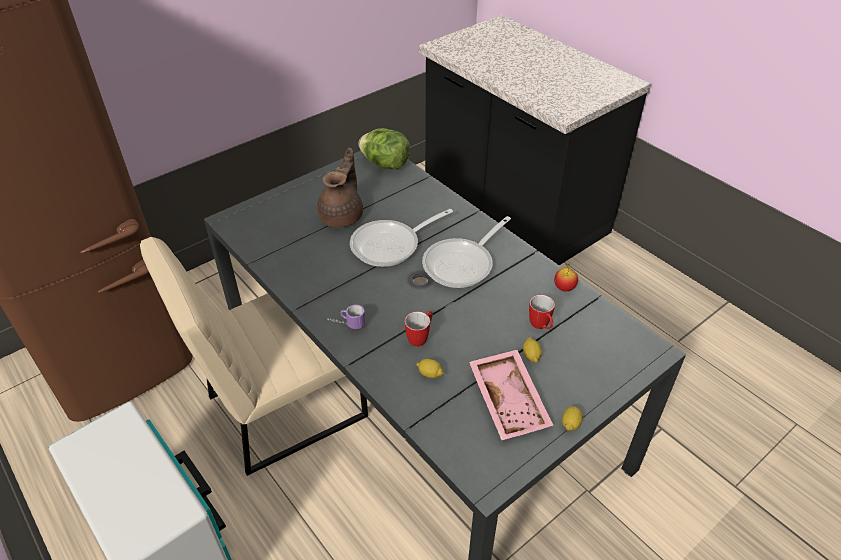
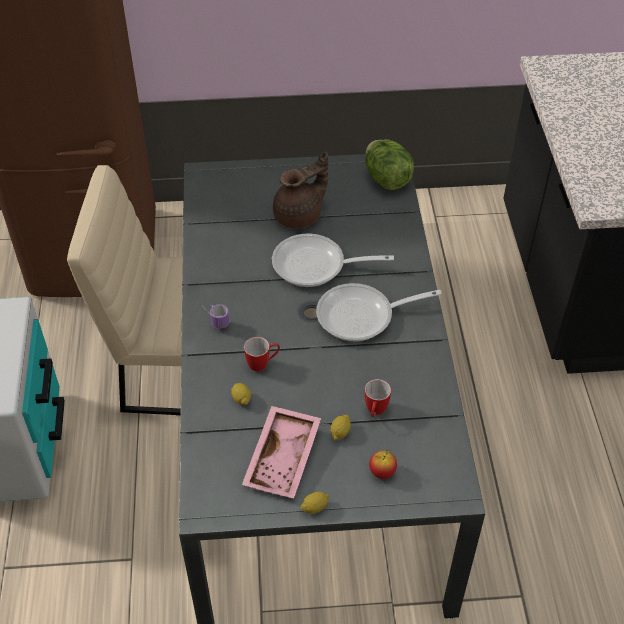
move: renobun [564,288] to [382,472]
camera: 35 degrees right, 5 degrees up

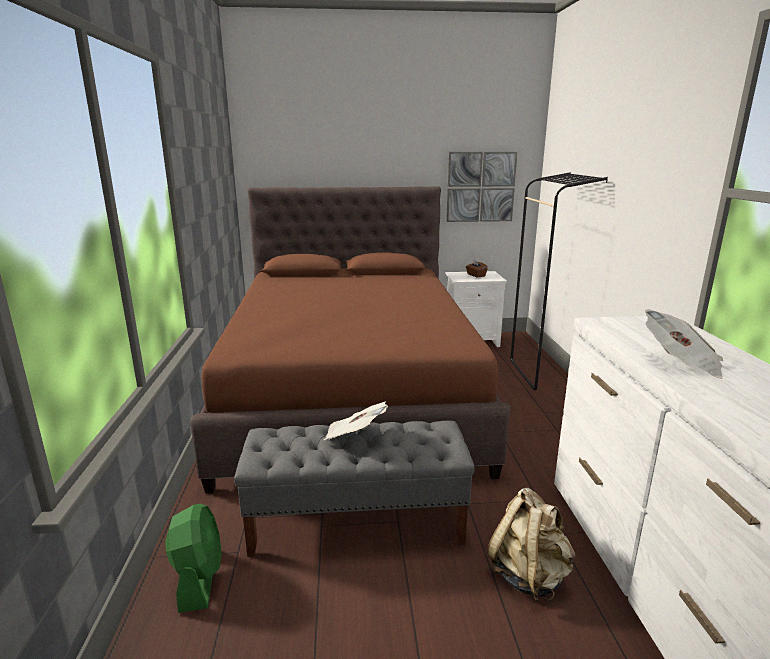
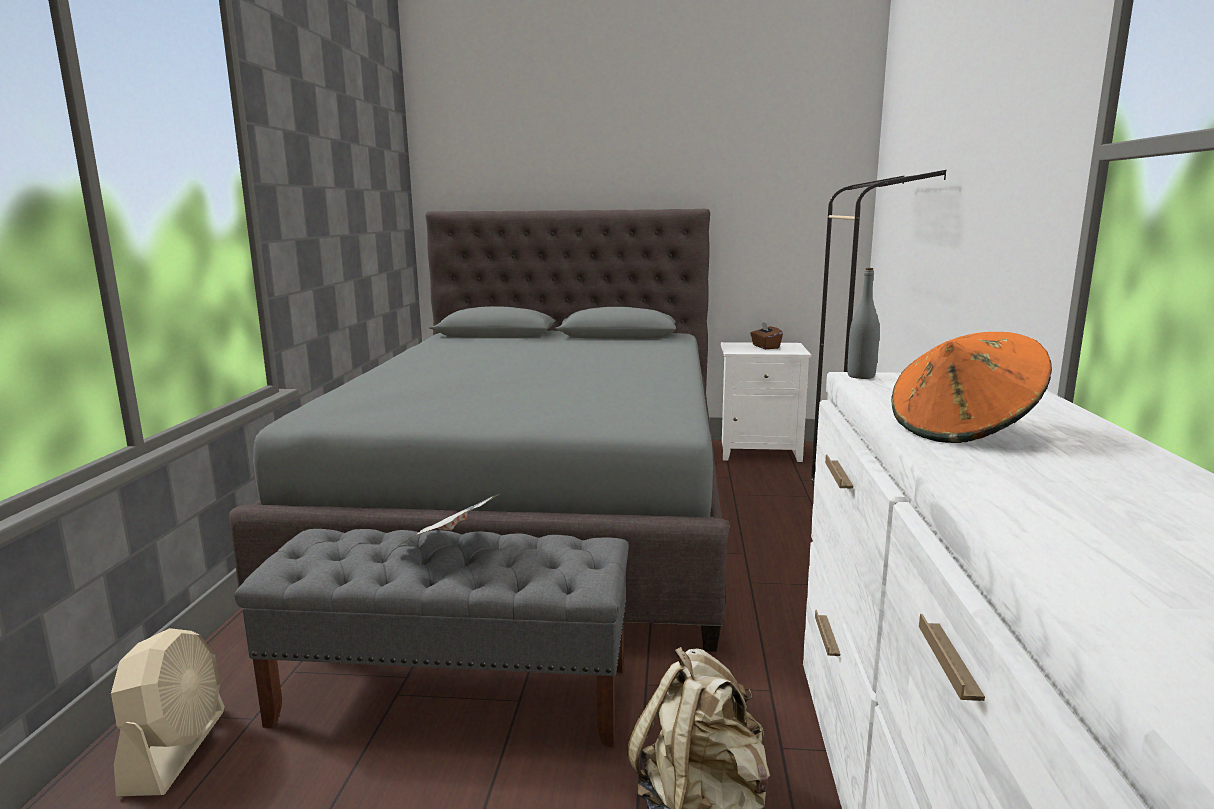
delete: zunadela [480,187]
insert: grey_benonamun [861,376]
replace: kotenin [681,363] to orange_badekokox [963,430]
recolor: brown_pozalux [351,391] to grey_pozalux [540,509]; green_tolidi [199,578] to beige_tolidi [176,750]
camera: 10 degrees right, 5 degrees down

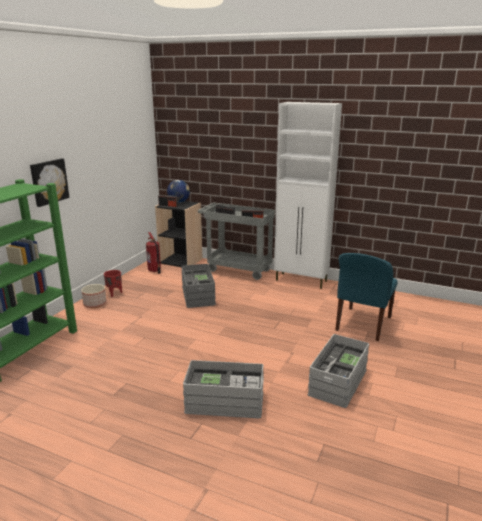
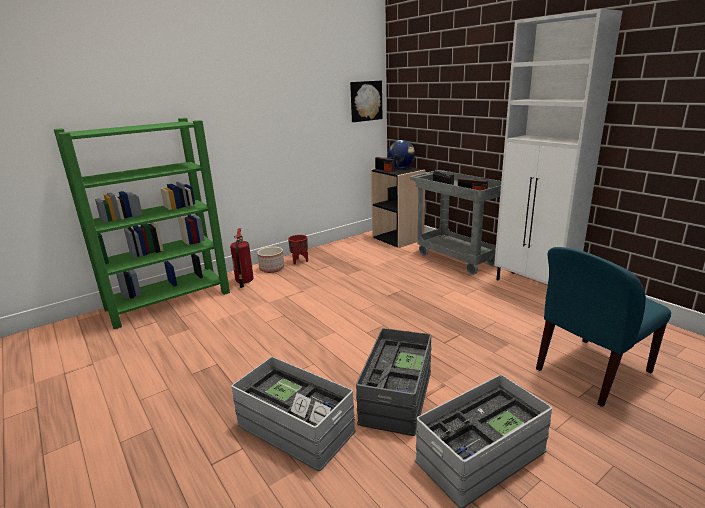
move: zunadela [49,181] to [365,101]; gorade [154,270] to [244,282]; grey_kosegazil [198,295] to [397,395]
camera: 30 degrees right, 0 degrees up

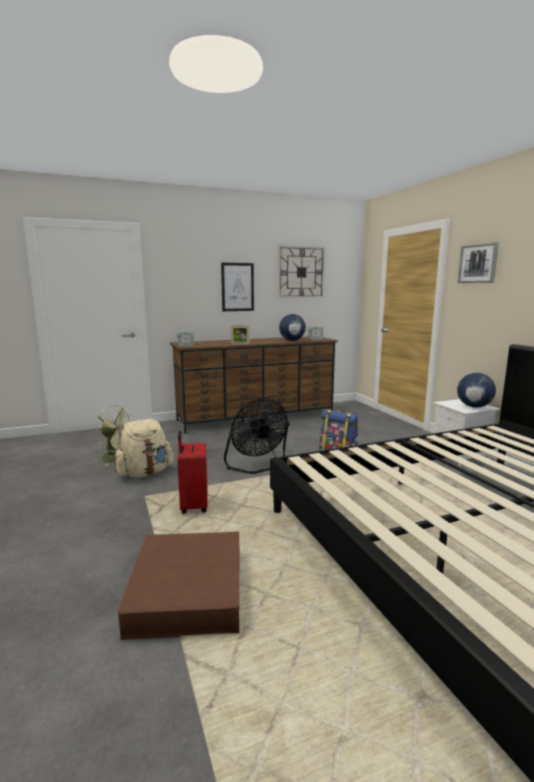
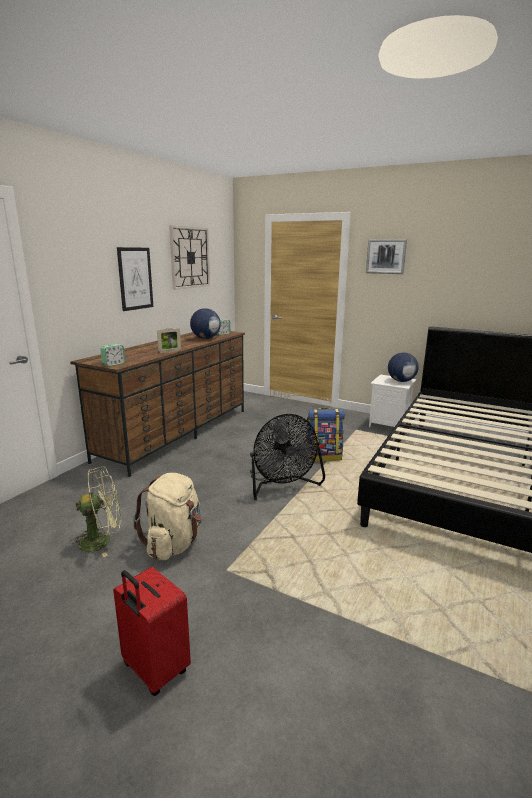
delete: brown_kosegazil [188,591]
move: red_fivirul [193,506] to [154,670]
rotate: black_tolidi [265,467] = [279,486] 135 degrees counterclockwise
camera: 40 degrees left, 5 degrees up

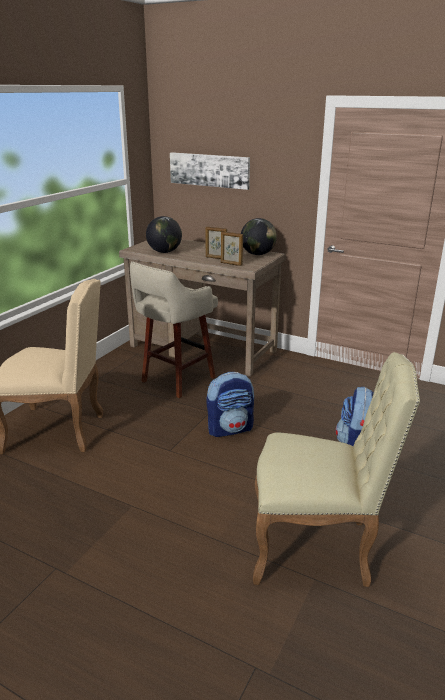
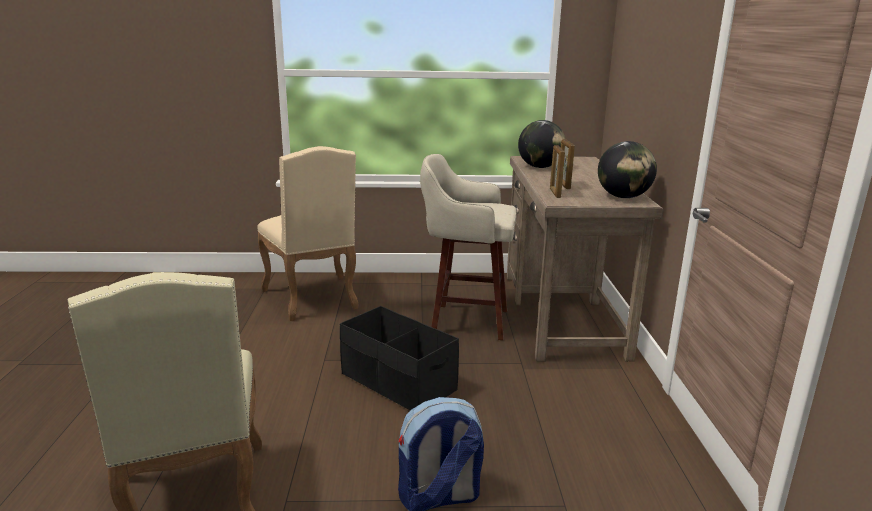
delete: zunadela [209,170]
replace: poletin [230,429] to black_kosegazil [398,382]
camera: 60 degrees right, 5 degrees down

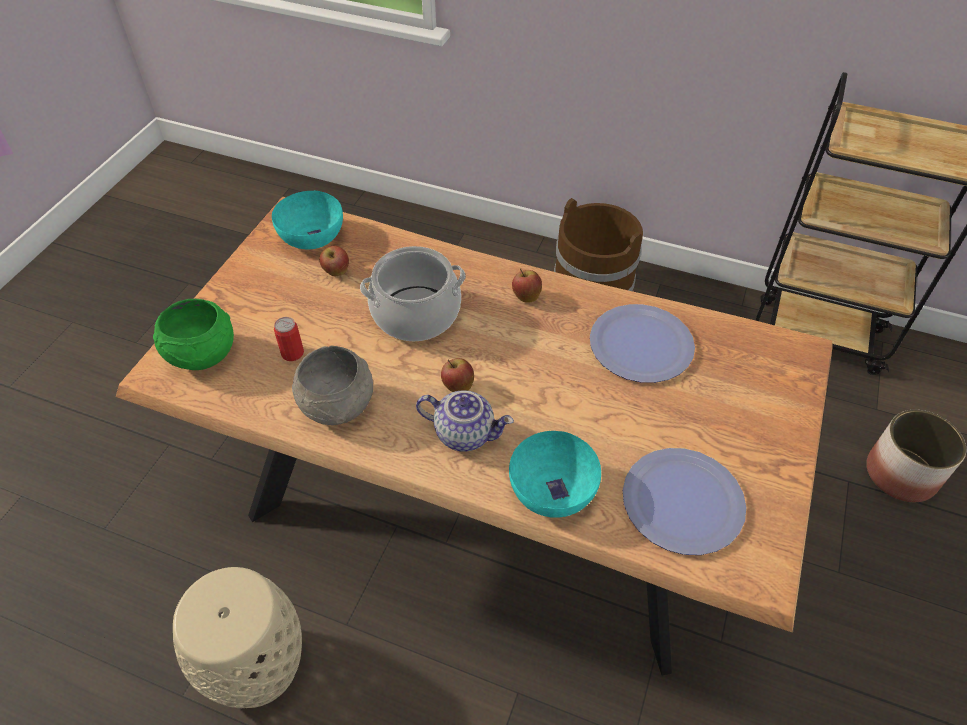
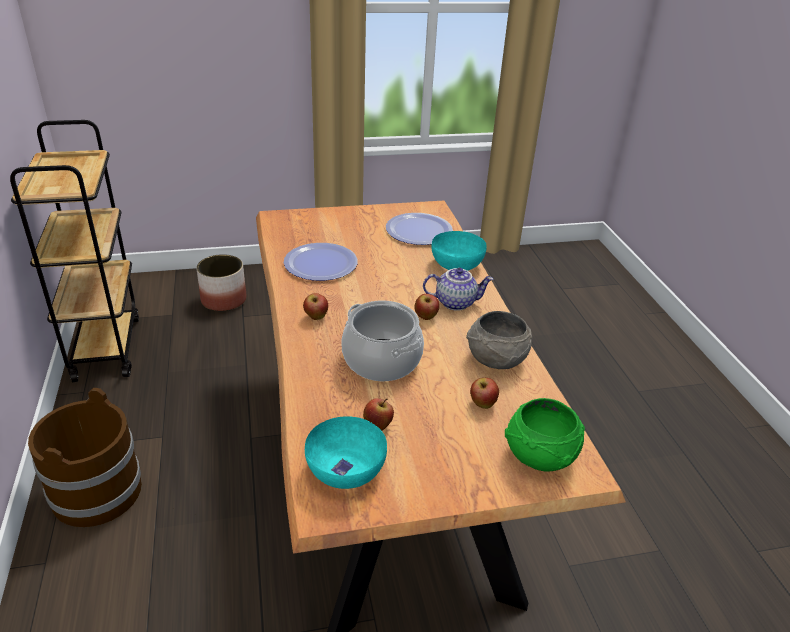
delete: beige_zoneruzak [256,665]
replace: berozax [292,353] to renobun [482,404]
rotate: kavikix [465,433] = [456,302] 105 degrees clockwise
camera: 125 degrees left, 15 degrees down

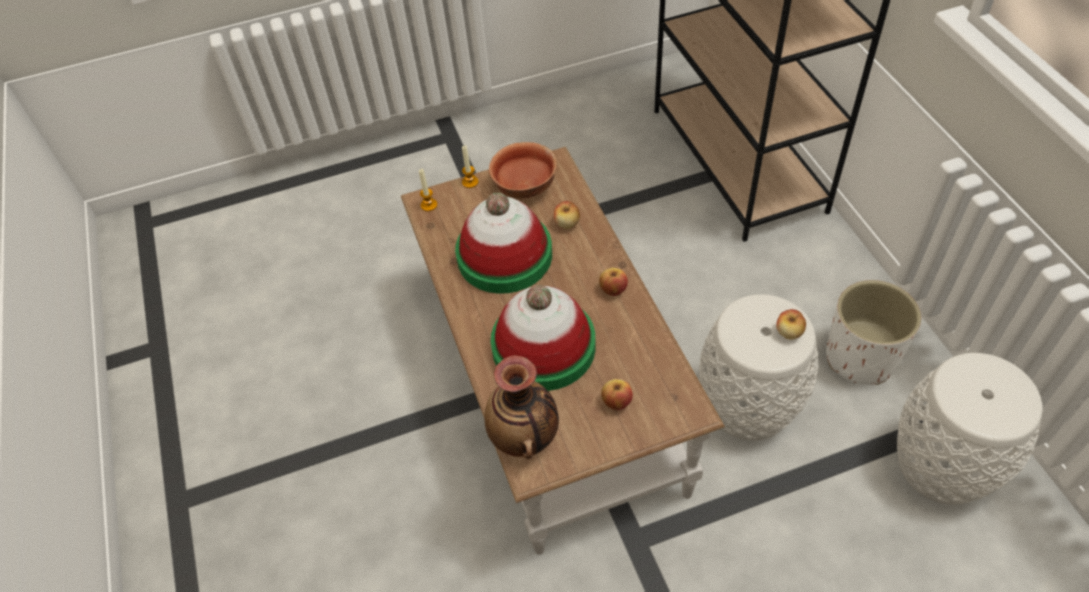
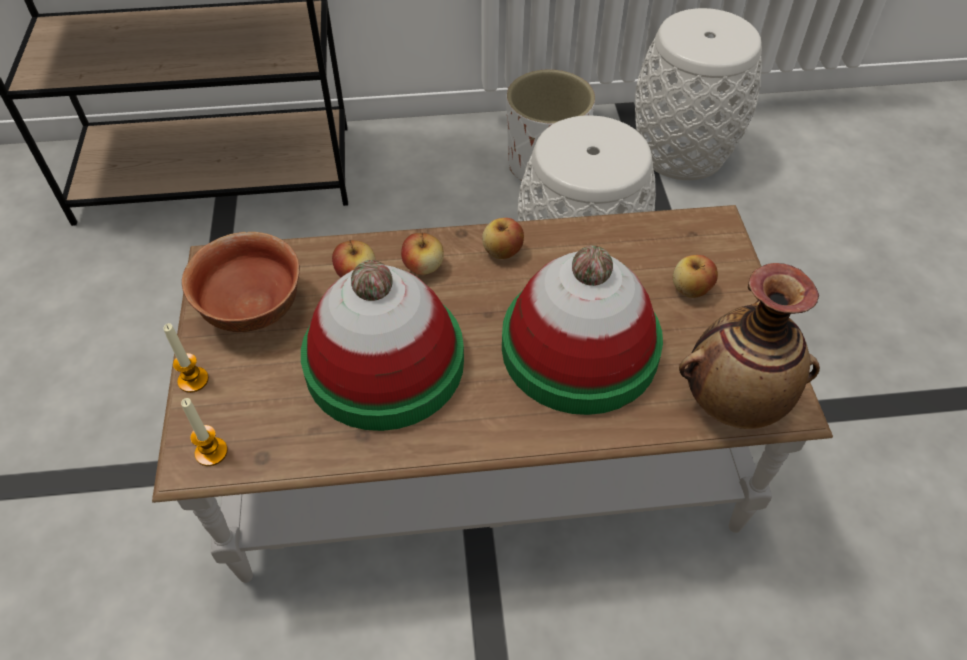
move: renobun [789,332] to [423,267]
camera: 80 degrees left, 0 degrees up

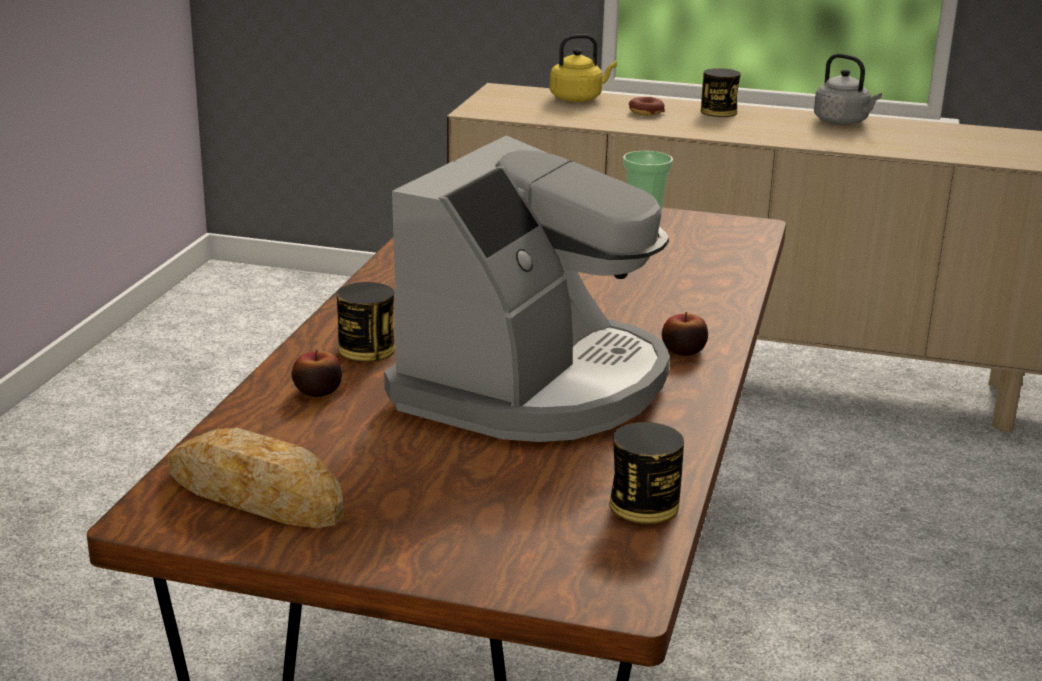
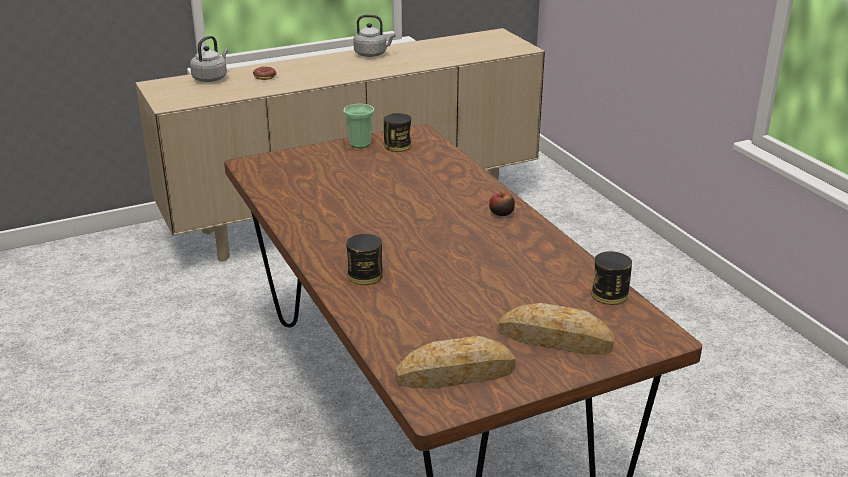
delete: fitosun [534,385]; renobun [317,391]
insert: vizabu [555,338]
move: berozax [718,112] to [397,146]
recolor: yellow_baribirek [578,98] to grey_baribirek [211,78]
camera: 40 degrees left, 5 degrees up

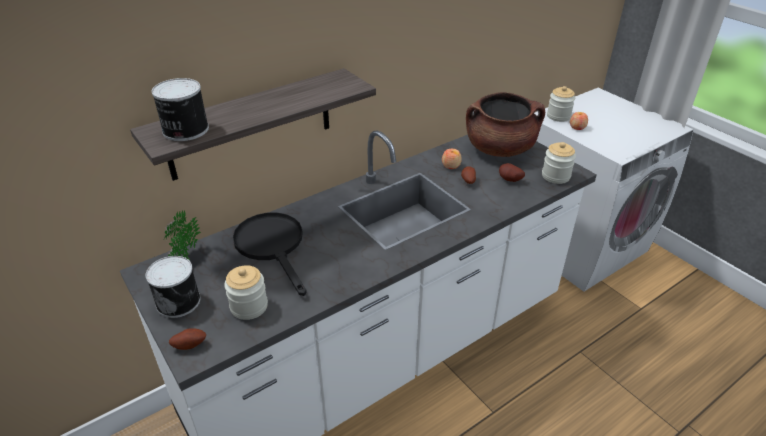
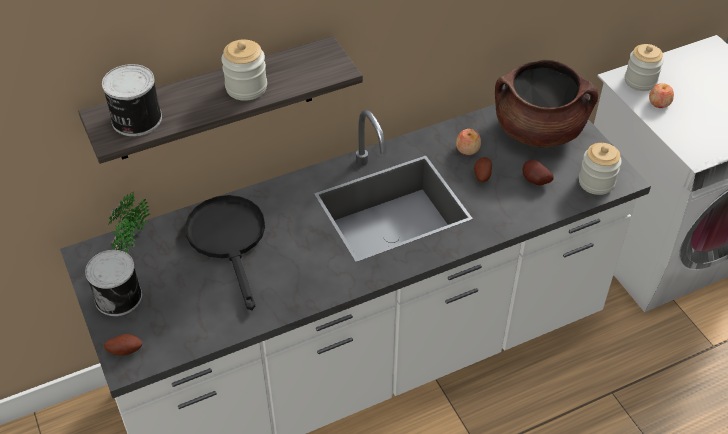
move: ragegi [249,306] to [246,87]
camera: 10 degrees right, 10 degrees up

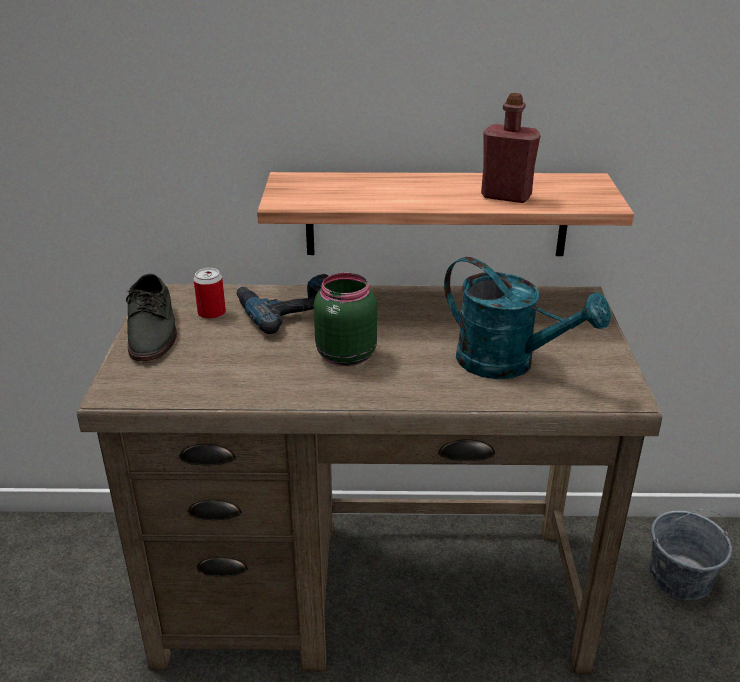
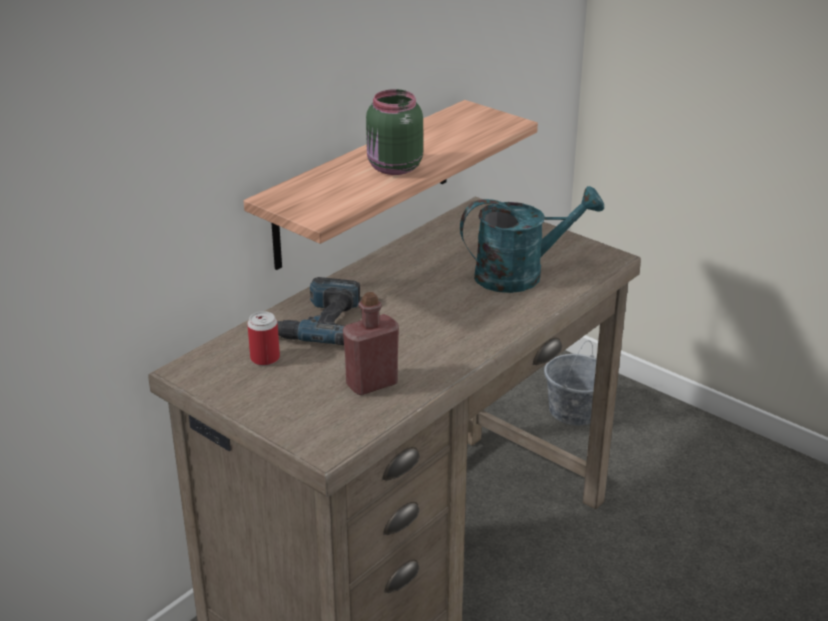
delete: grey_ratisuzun [153,331]
move: red_benonamun [506,196] to [372,383]; green_ragegi [344,356] to [393,168]
camera: 50 degrees left, 0 degrees up

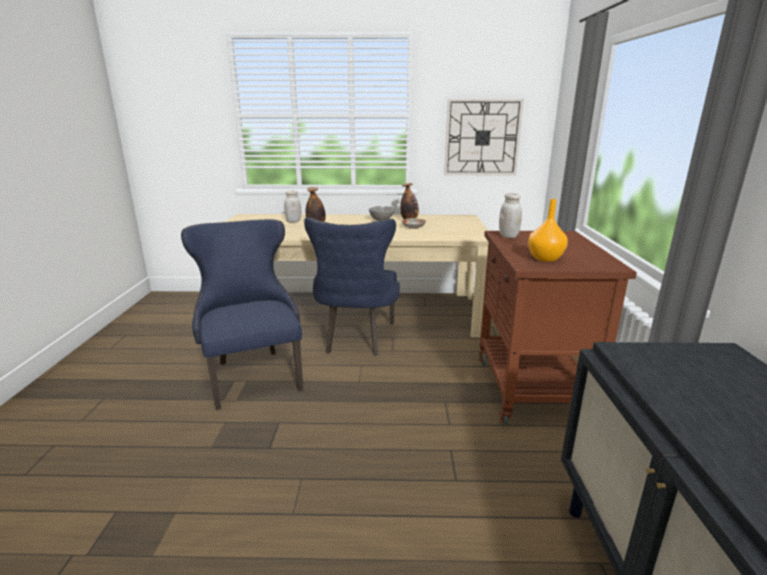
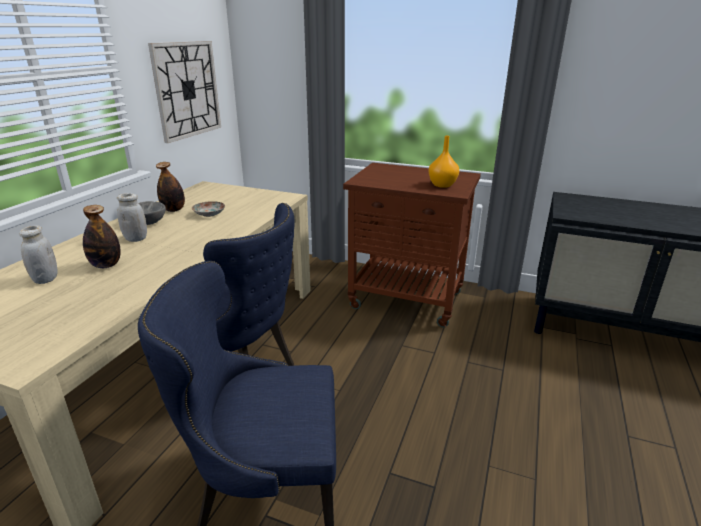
move: white_ragegi [508,236] to [136,239]
camera: 70 degrees left, 5 degrees up

